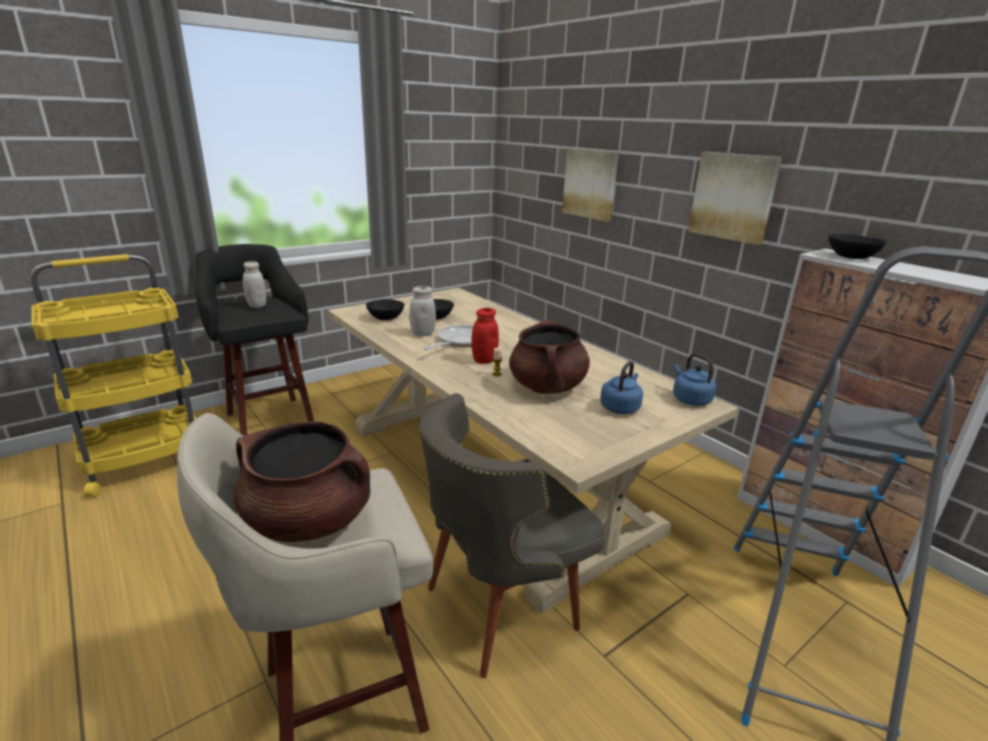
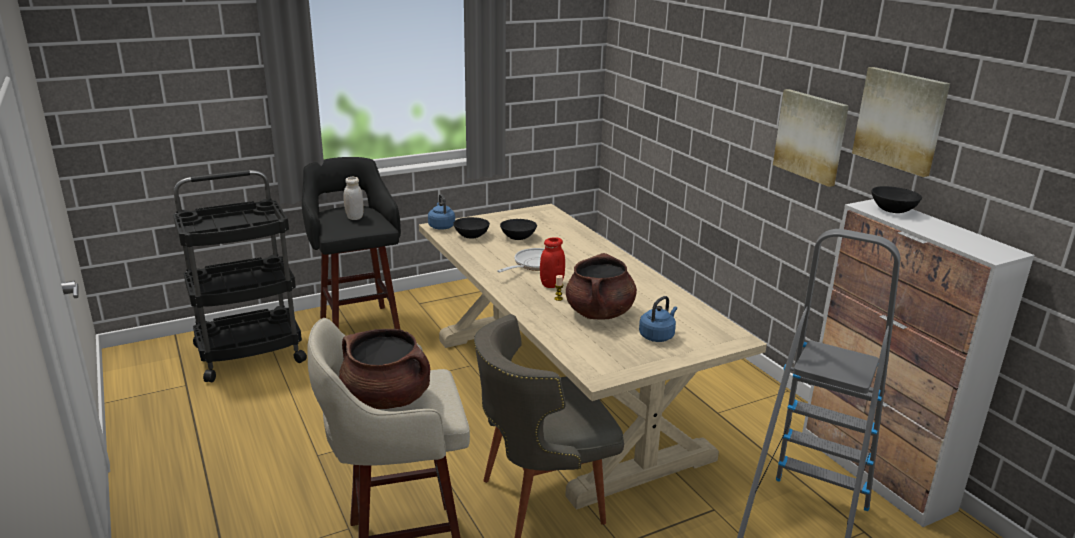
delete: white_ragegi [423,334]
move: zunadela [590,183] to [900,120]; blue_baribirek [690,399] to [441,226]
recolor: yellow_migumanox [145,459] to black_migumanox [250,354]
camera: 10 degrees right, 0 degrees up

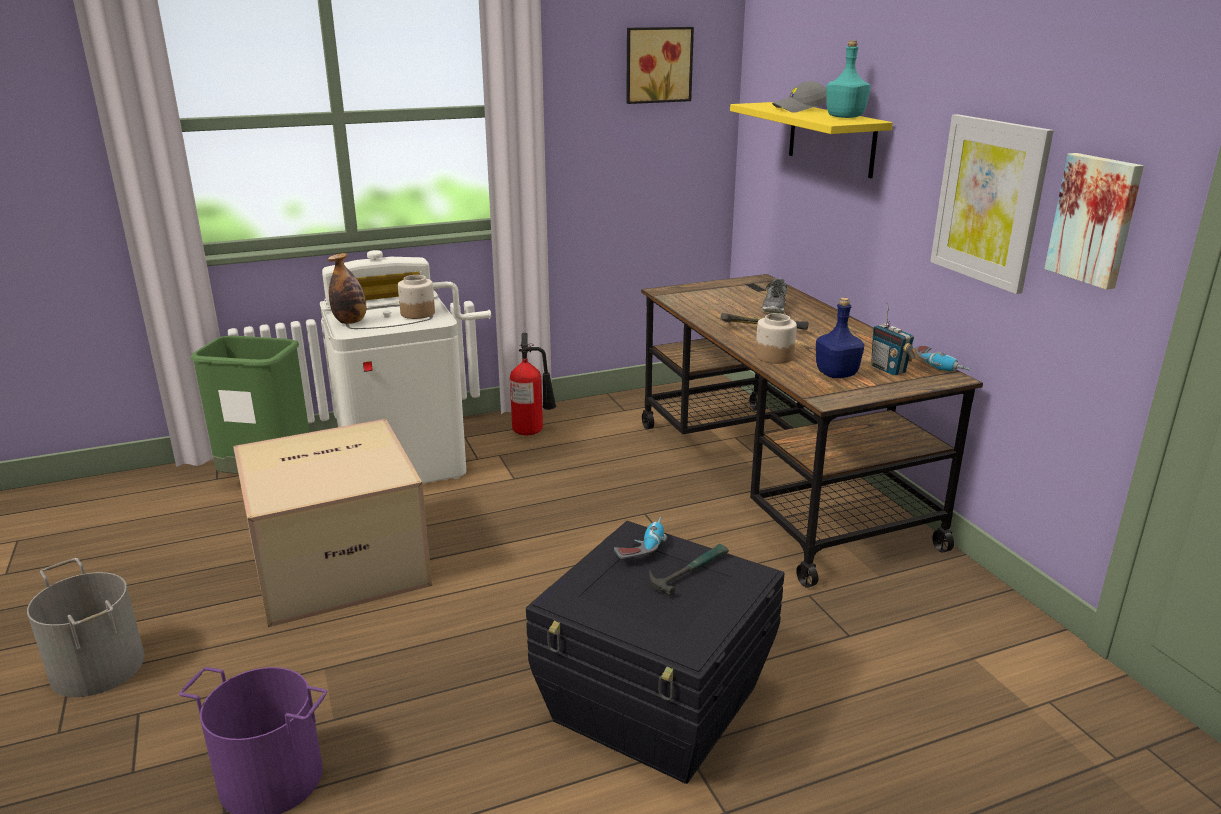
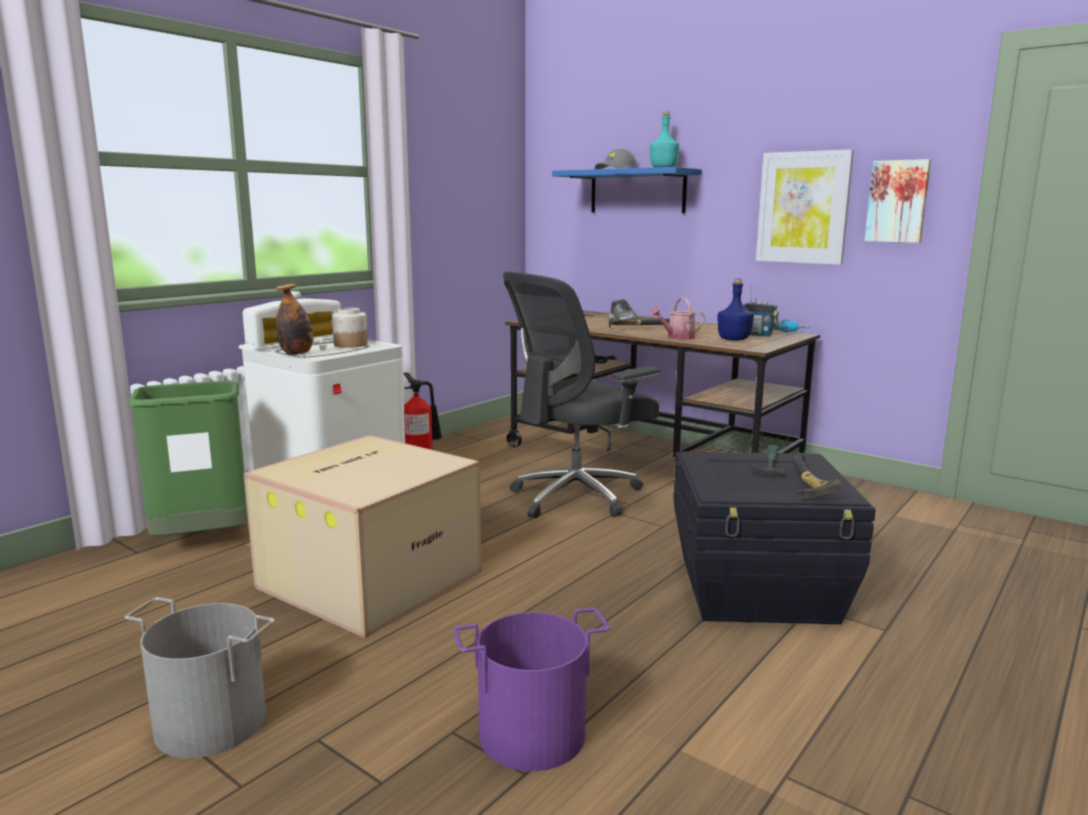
delete: zunadela [657,65]; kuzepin [642,547]
insert: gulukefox [577,496]; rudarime [806,486]
replace: ragegi [774,356] to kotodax [677,337]
recolor: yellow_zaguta [831,138] to blue_zaguta [637,192]
camera: 30 degrees left, 10 degrees down

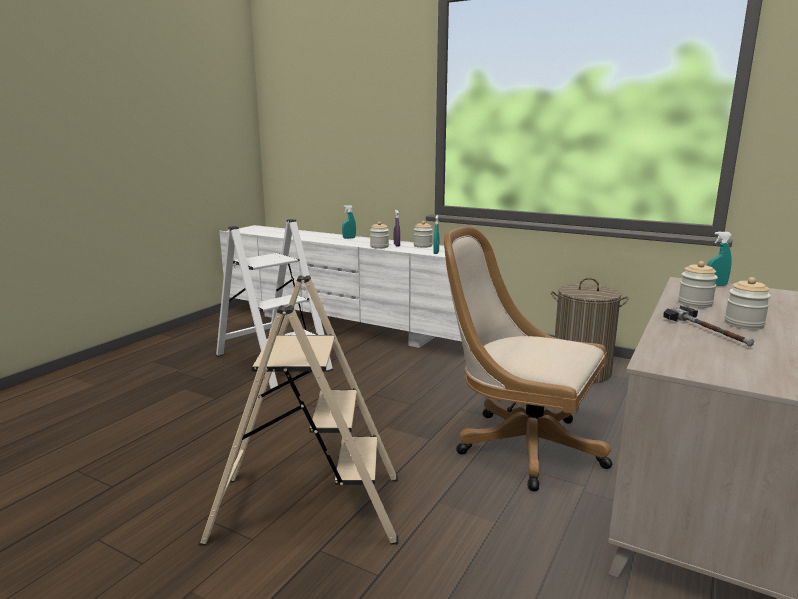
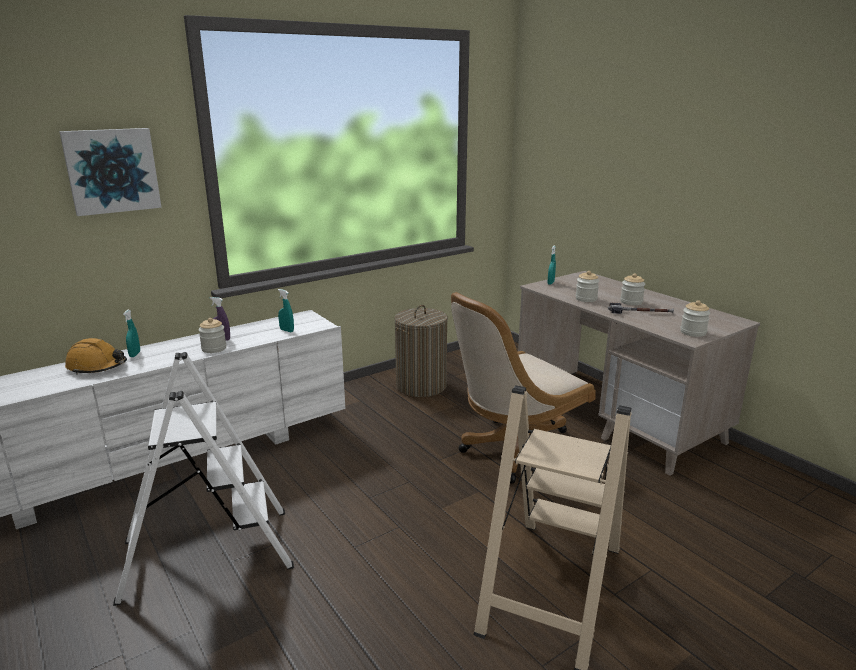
insert: zunadela [112,171]; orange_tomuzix [97,367]
move: ragegi [422,246] to [693,332]
camera: 65 degrees left, 5 degrees up

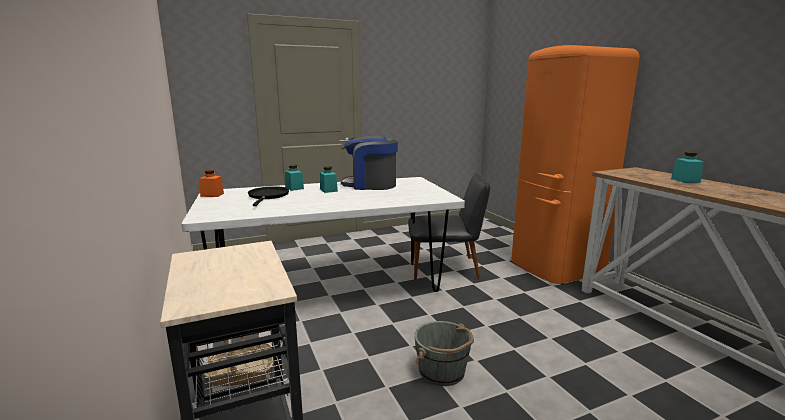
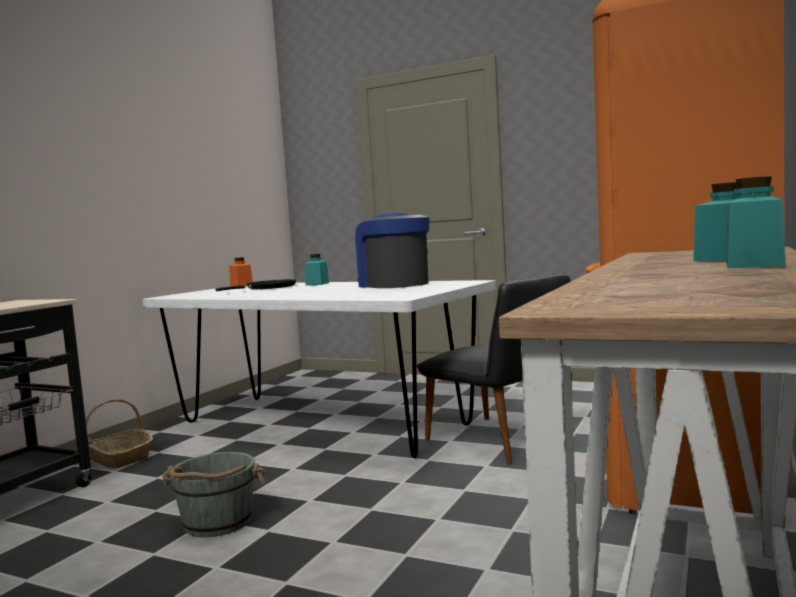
move: turquoise_ragegi [328,190] to [754,265]
camera: 50 degrees right, 10 degrees down

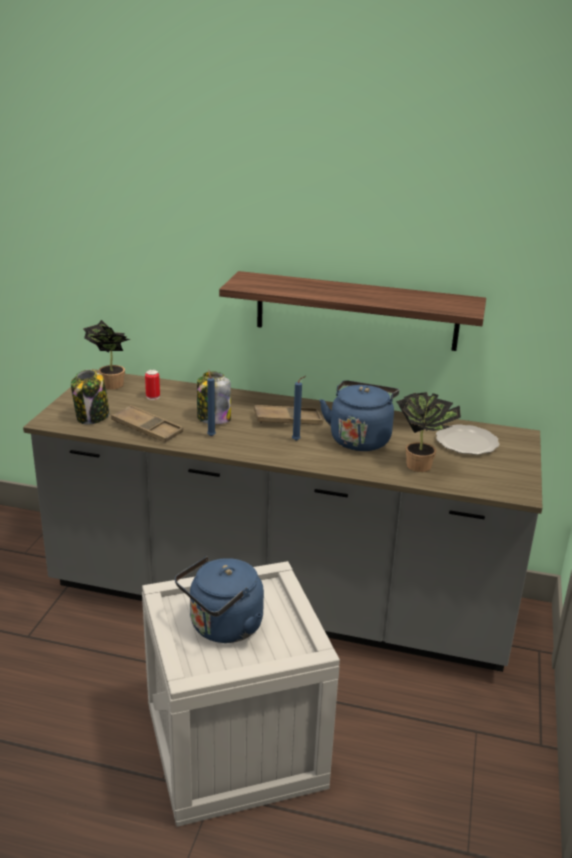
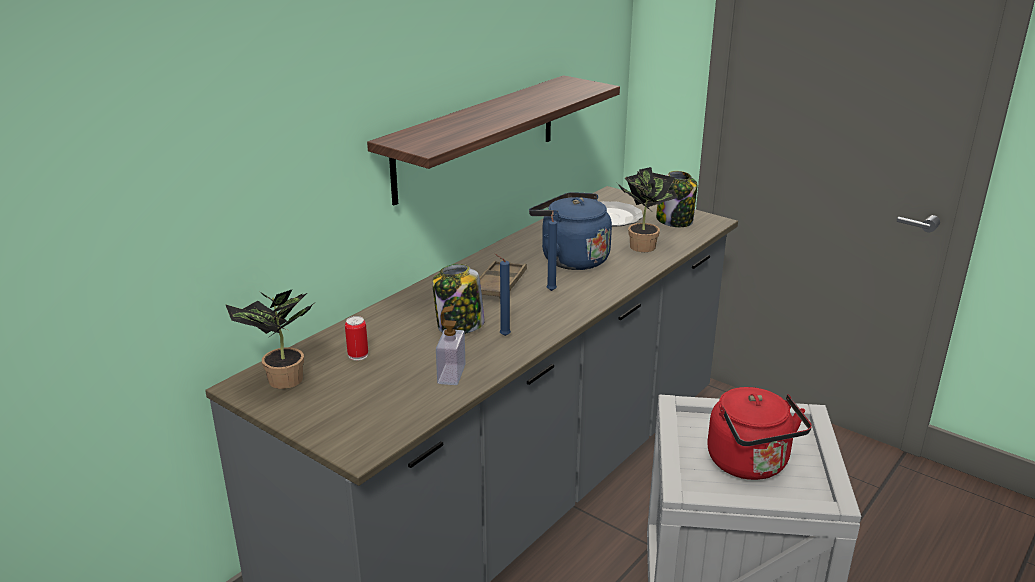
move: ragegi [92,417] to [675,221]
replace: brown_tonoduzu [147,429] to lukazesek [451,374]
recolor: blue_baribirek [223,628] to red_baribirek [751,465]
camera: 65 degrees left, 0 degrees up

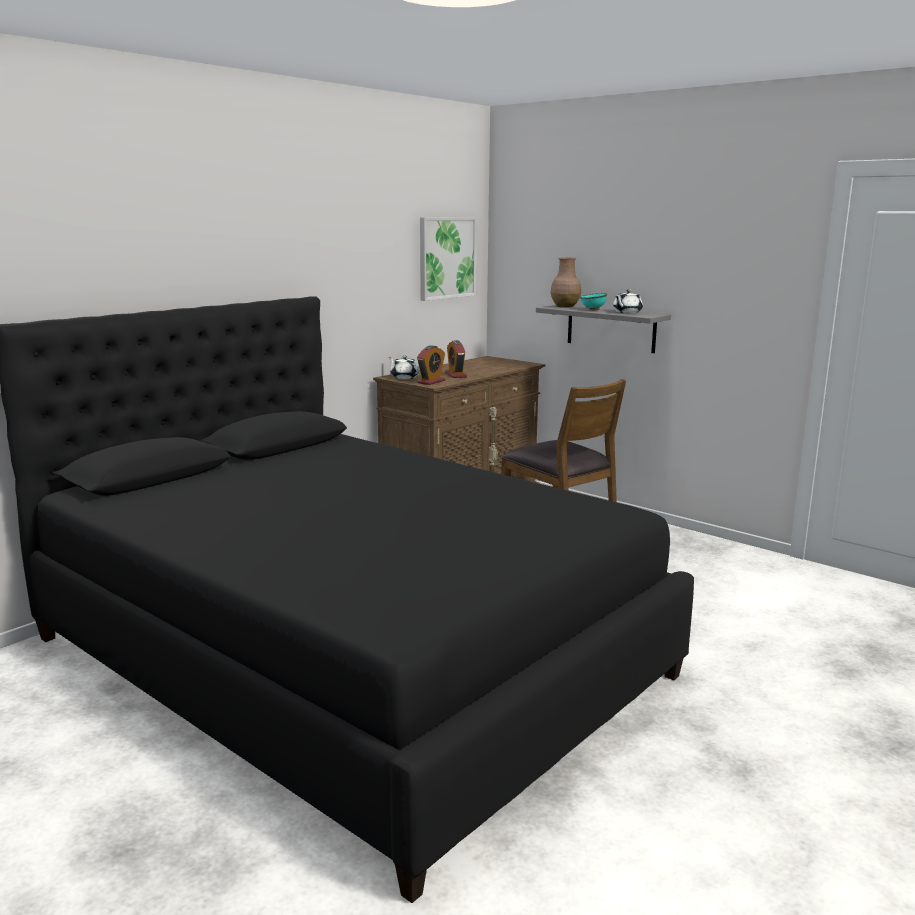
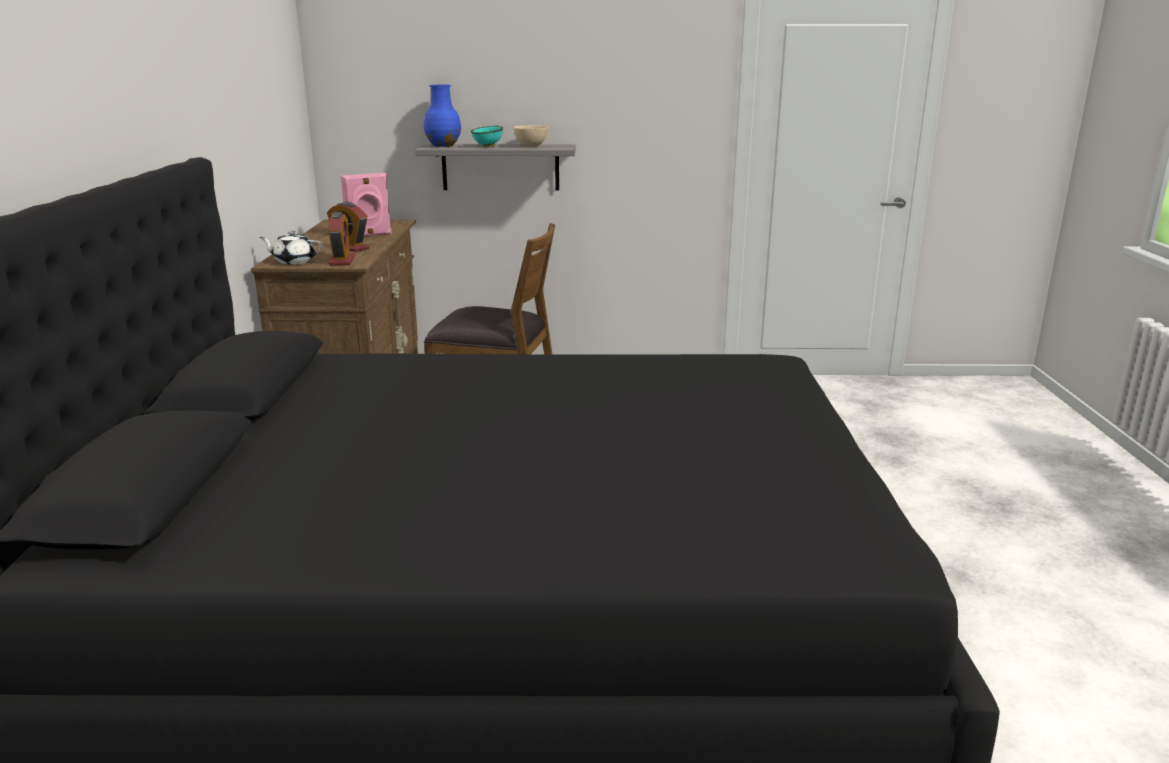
delete: zunadela [447,258]
insert: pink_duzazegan [369,235]
replace: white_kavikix [626,312] to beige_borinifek [531,146]
recolor: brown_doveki [564,306] to blue_doveki [443,145]
camera: 40 degrees left, 5 degrees up

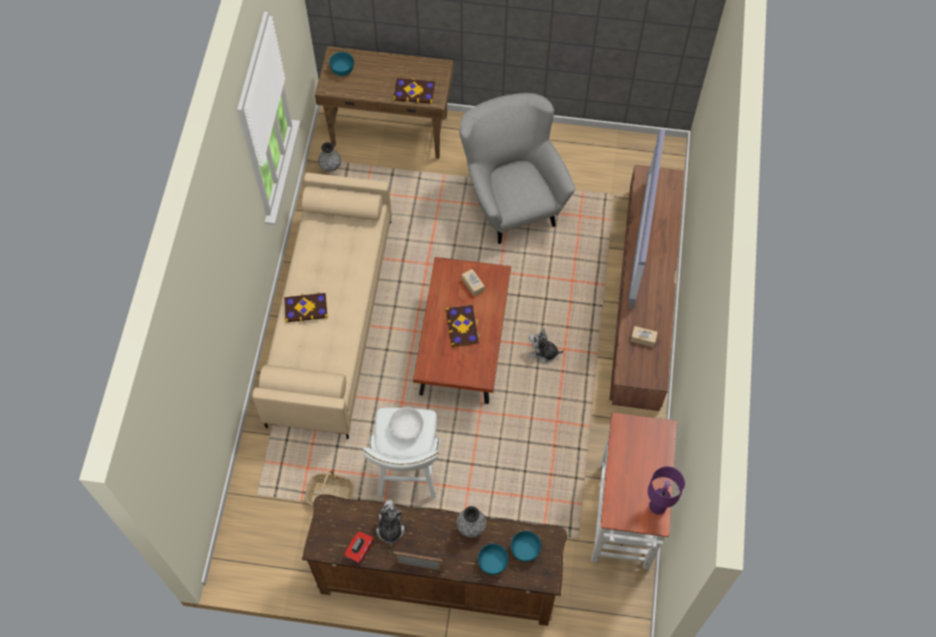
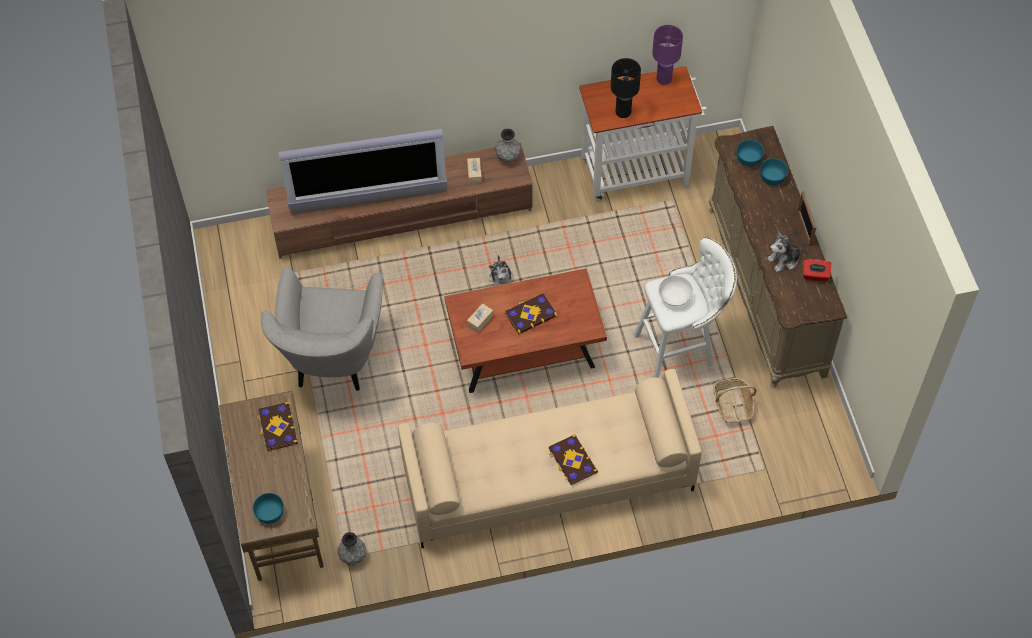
insert: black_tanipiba [623,112]
move: grey_doveki [471,527] to [508,157]
rotate: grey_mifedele [512,201] = [333,361] 45 degrees counterclockwise
camera: 110 degrees left, 5 degrees down

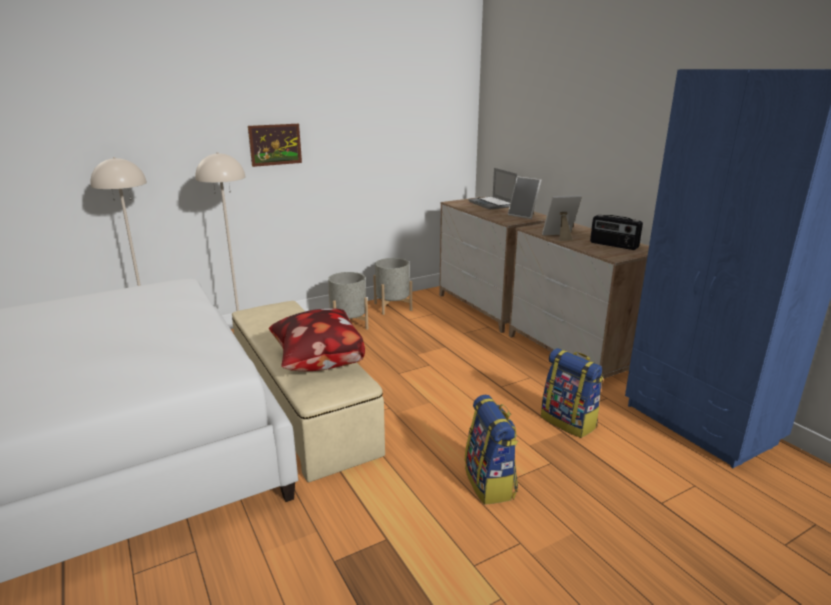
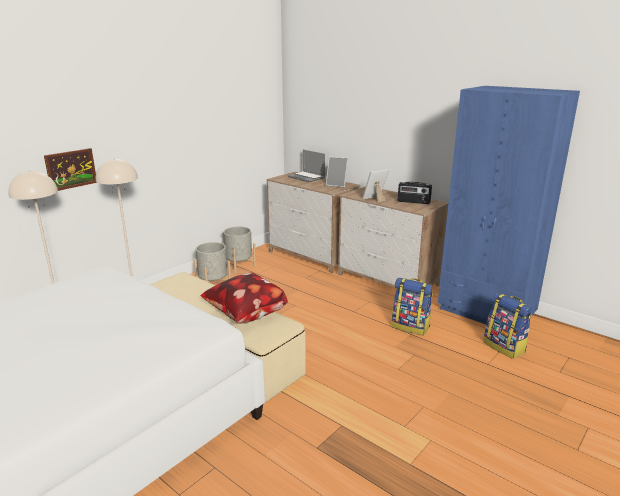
move: zunadela [275,144] to [71,169]; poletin [490,483] to [504,347]
camera: 20 degrees left, 0 degrees up

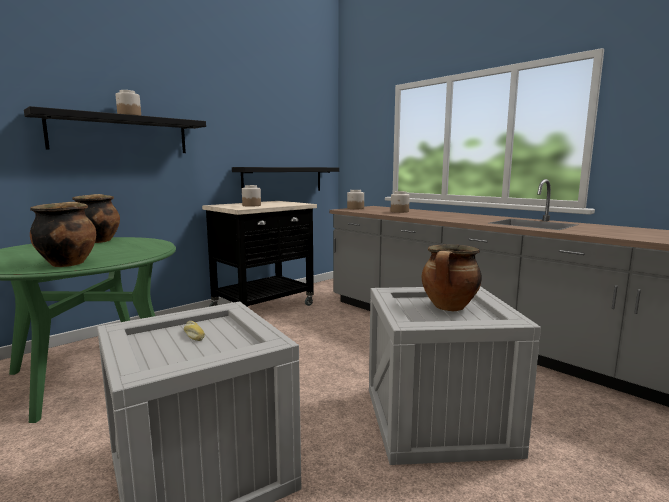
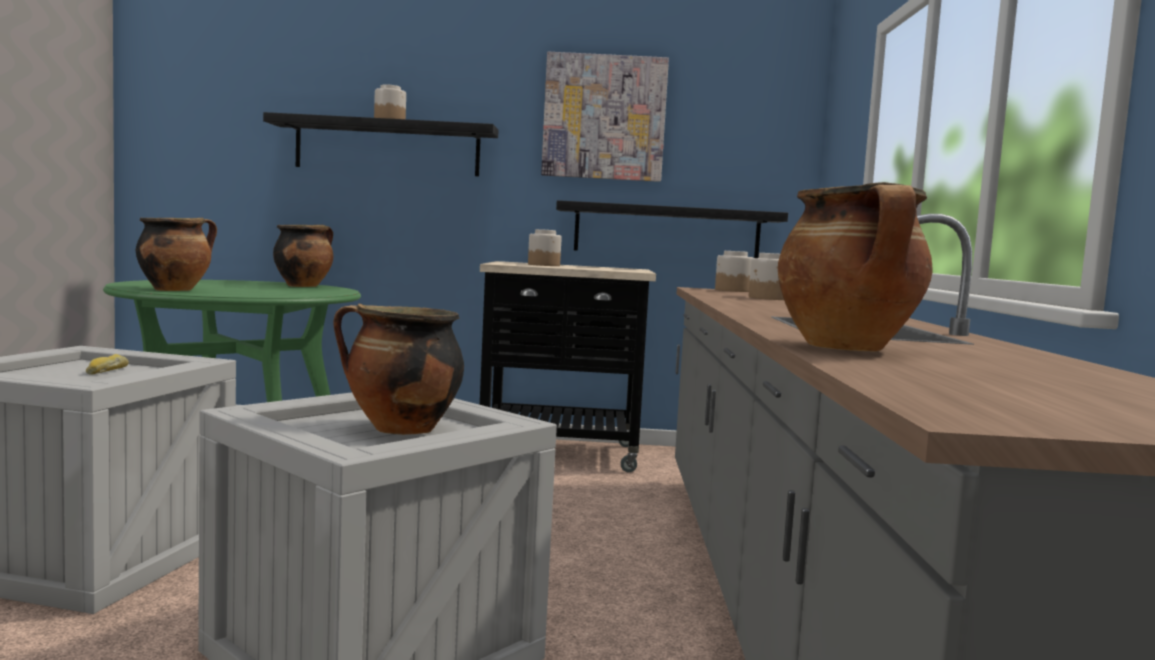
insert: zunadela [604,117]; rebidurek [848,348]
camera: 45 degrees right, 5 degrees down

